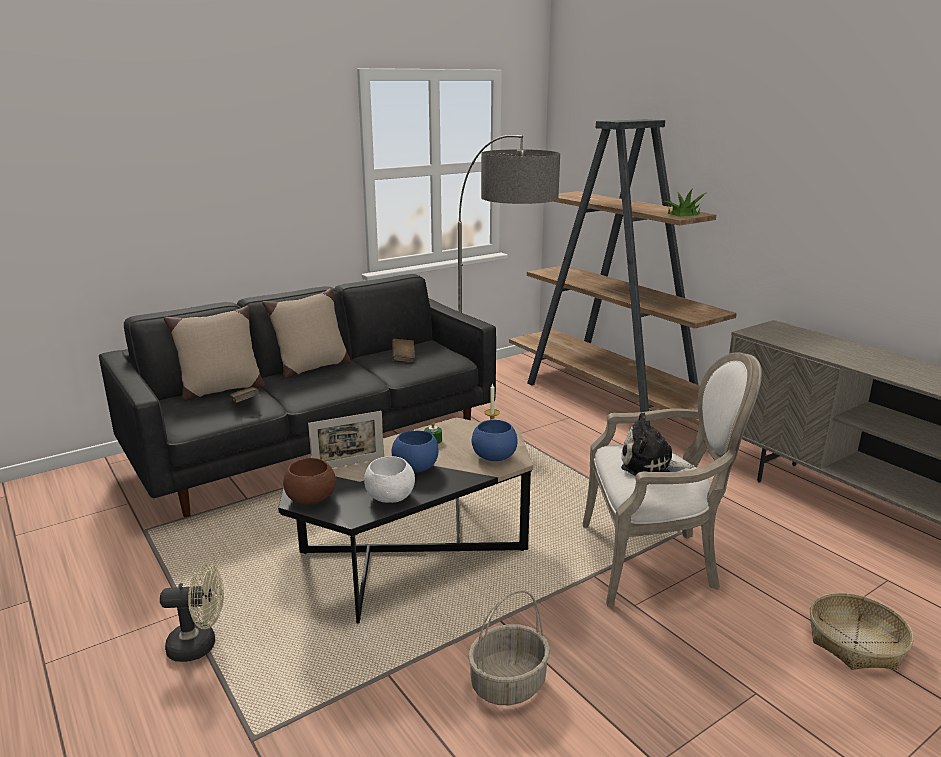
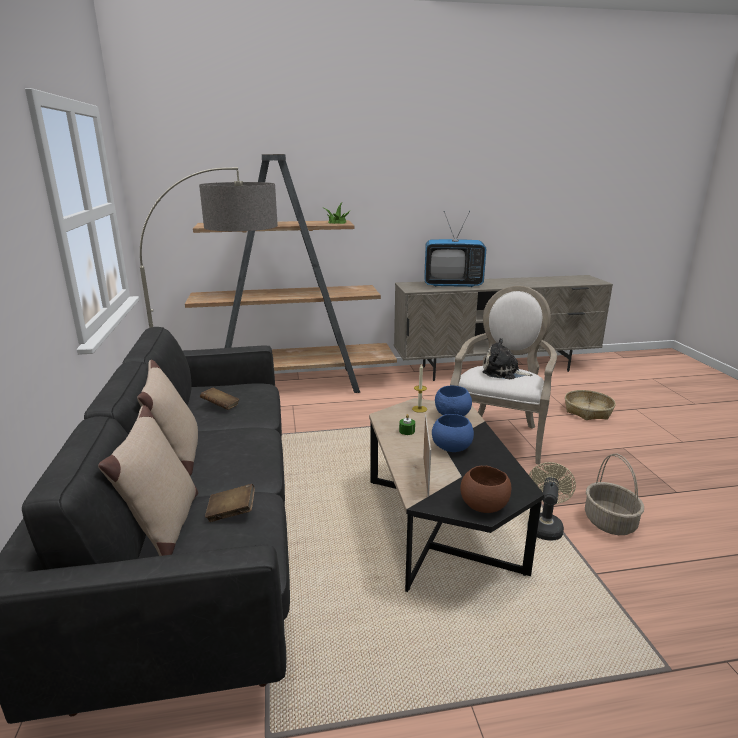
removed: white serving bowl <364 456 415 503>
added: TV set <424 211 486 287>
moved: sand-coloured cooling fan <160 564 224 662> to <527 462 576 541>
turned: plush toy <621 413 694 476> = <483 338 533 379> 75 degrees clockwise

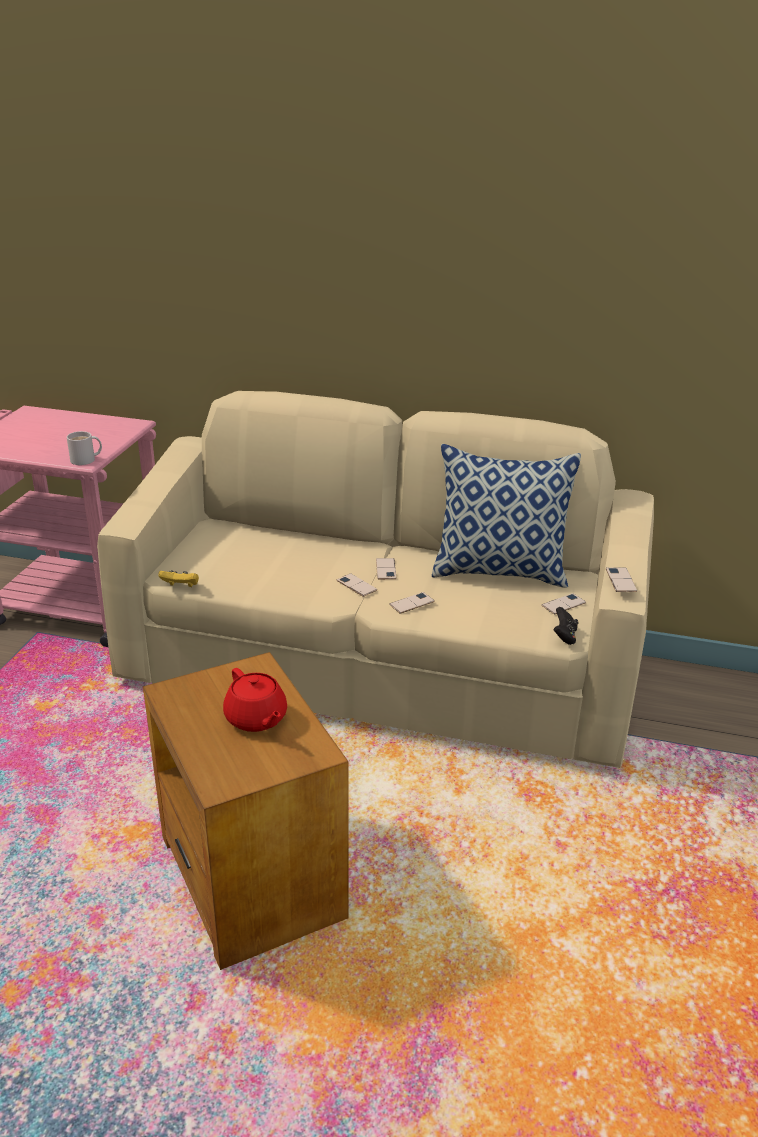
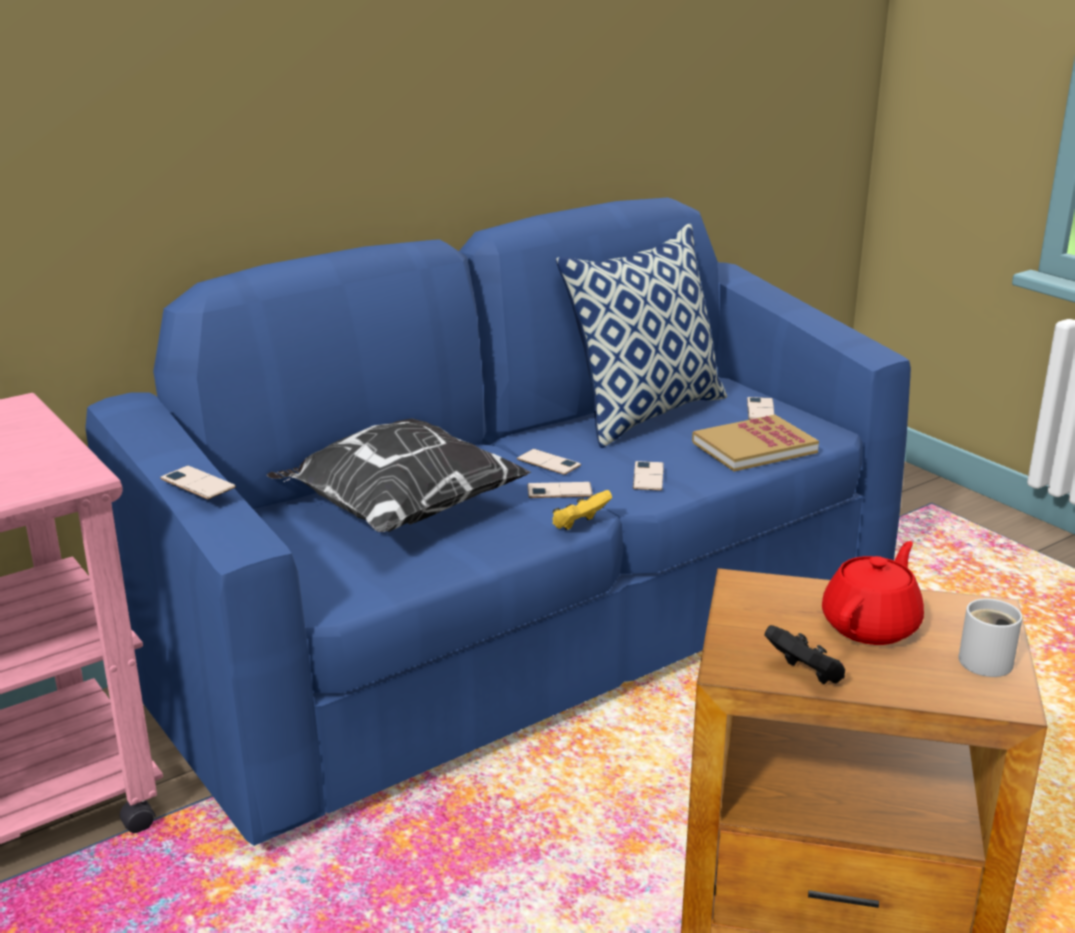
added: cushion <267 419 531 532>; book <692 415 819 472>
moved: white mug <67 431 102 465> to <959 598 1022 677>; yellow-coloured joypad <158 570 199 587> to <553 490 612 530>; blackish joypad <553 607 578 645> to <764 625 845 684>; handset <606 567 637 592> to <160 465 236 499>
recoloured: sand-coloured sofa <97 391 654 768> to blue-coloured sofa <85 198 911 846>
turned: reddish tea pot <223 668 287 732> = <822 541 924 645> 60 degrees counterclockwise

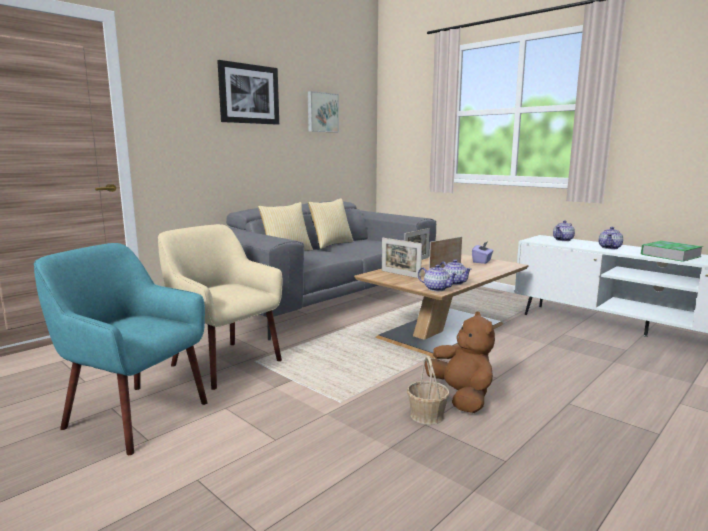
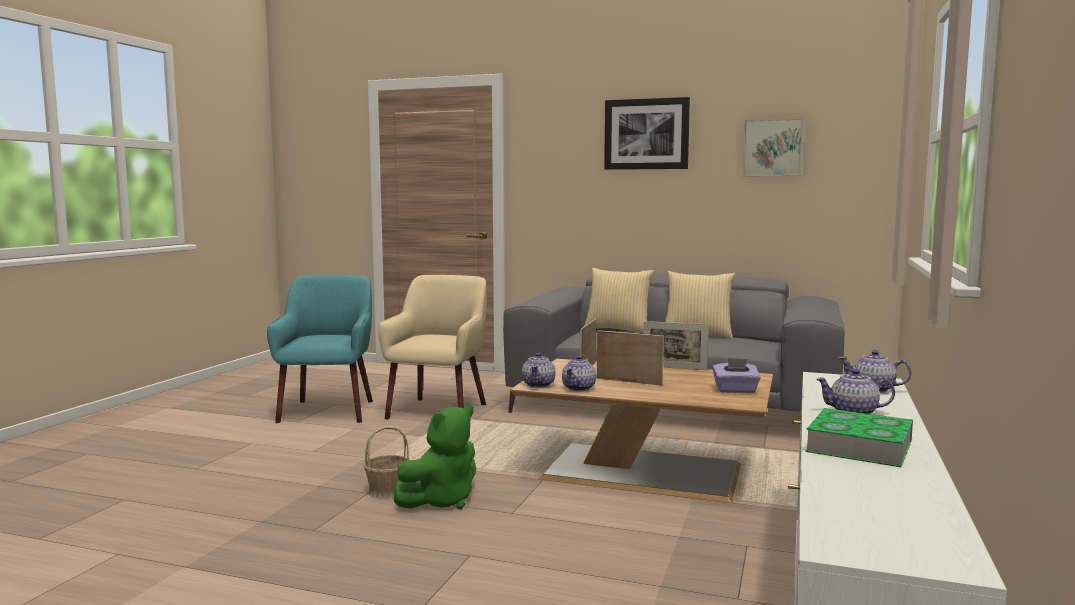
recoloured: brownish plush toy <425 312 495 413> to green-coloured plush toy <394 405 476 509>

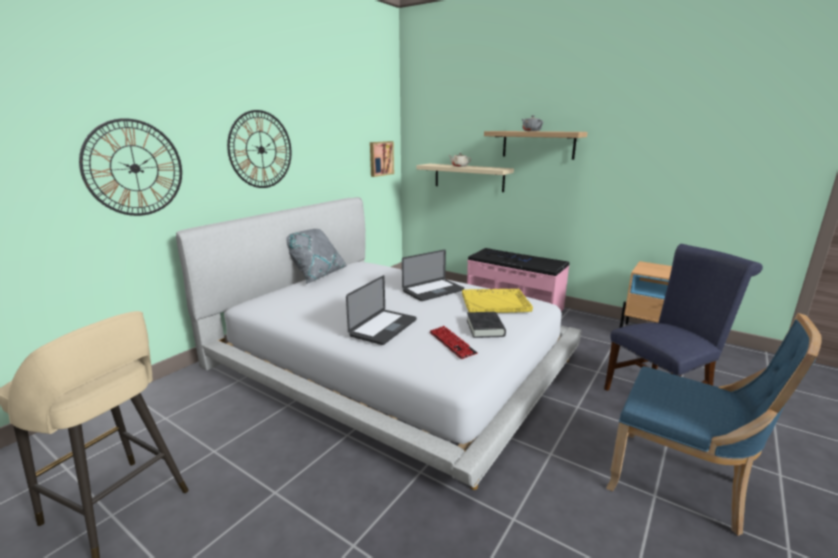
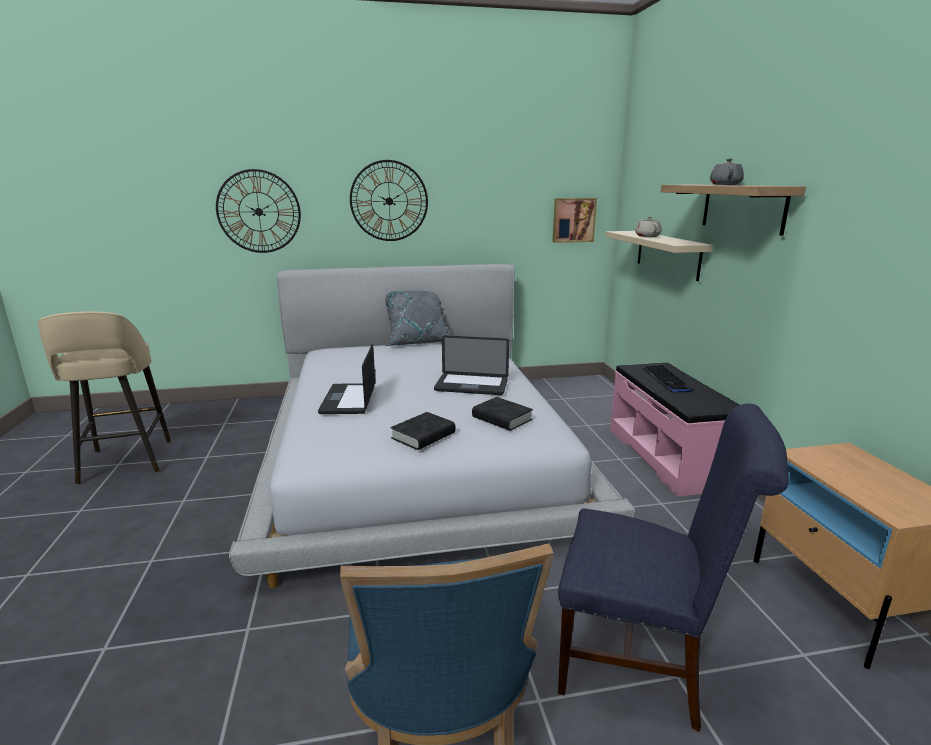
removed: keyboard <429 326 477 359>
replaced: yellow-coloured carrying tray <462 289 533 313> to blackish book <472 397 533 431>
turned: notebook computer <346 275 417 345> = <318 344 375 414> 105 degrees clockwise

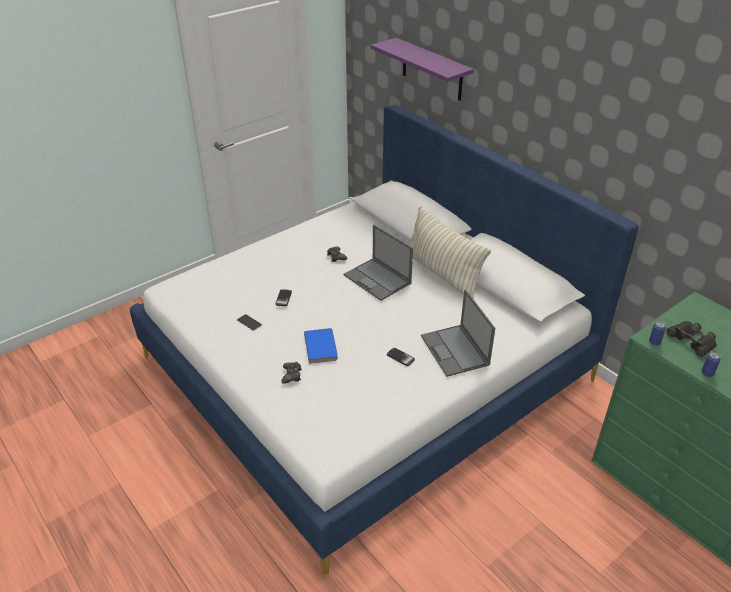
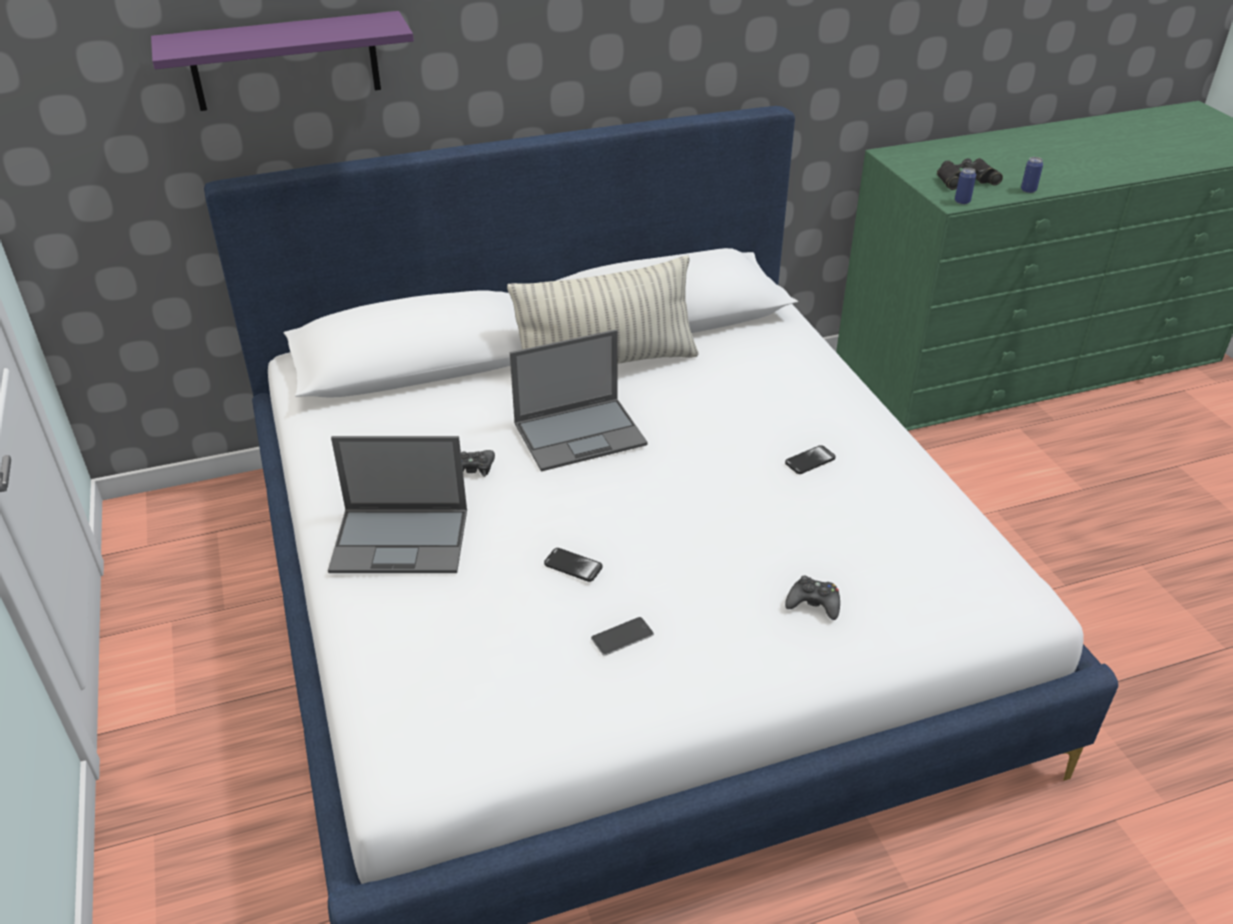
removed: blue-coloured book <304 328 338 364>
moved: notebook computer <421 289 495 377> to <328 436 467 573>

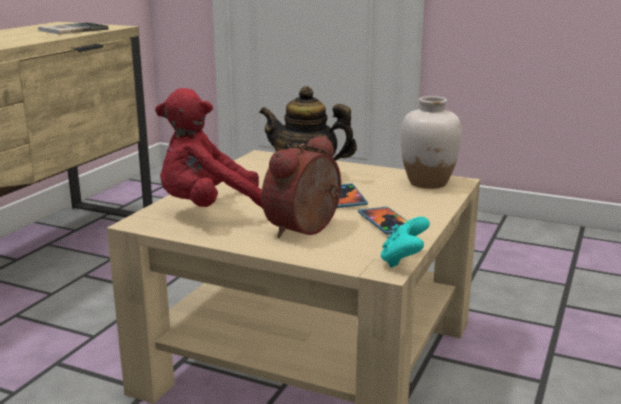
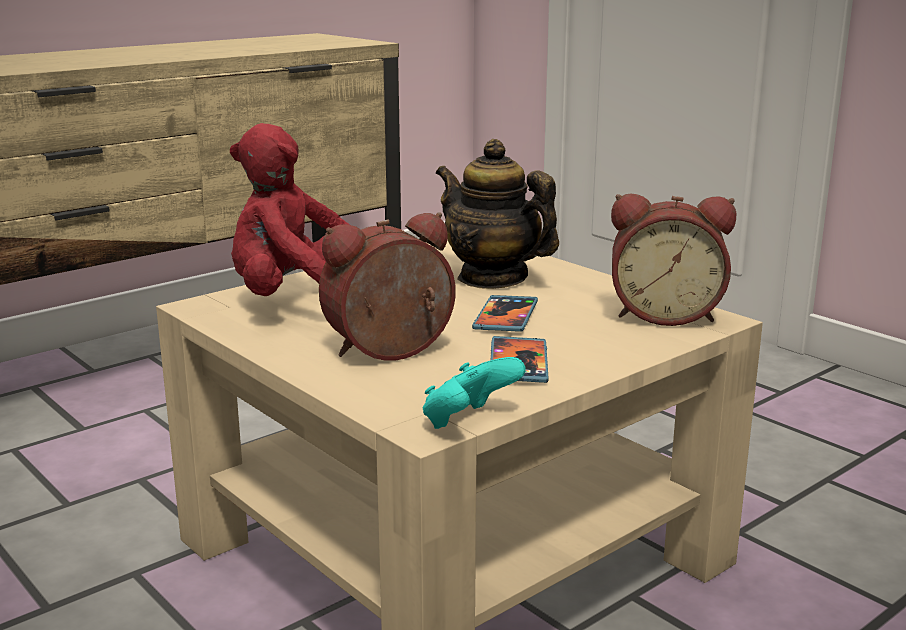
removed: book <38 22 109 34>
replaced: white flower vase <400 96 462 189> to bedside clock <611 193 736 326>

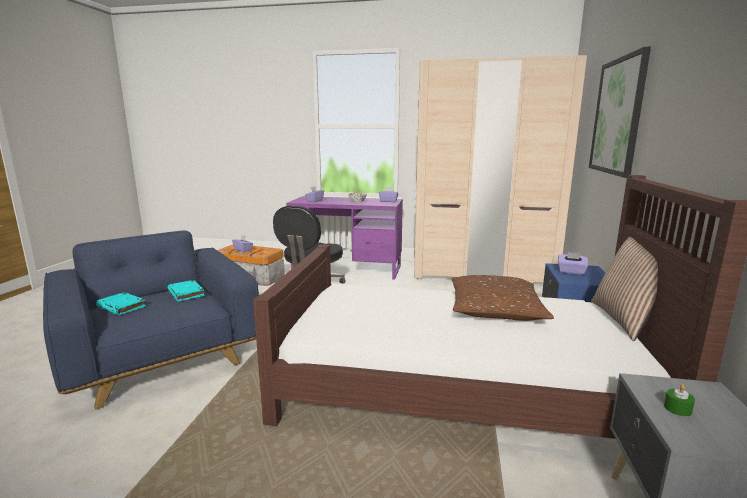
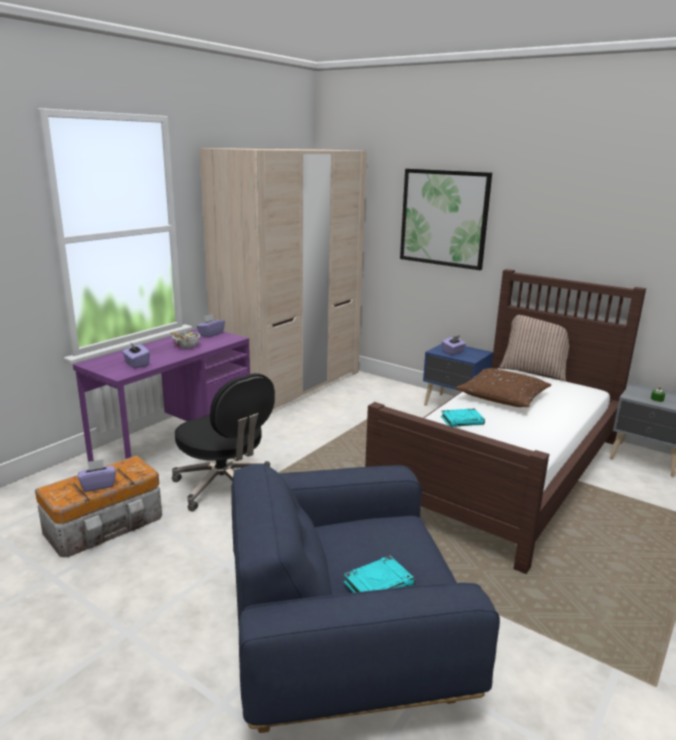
moved: blue-green book <167 280 205 301> to <441 408 485 427>

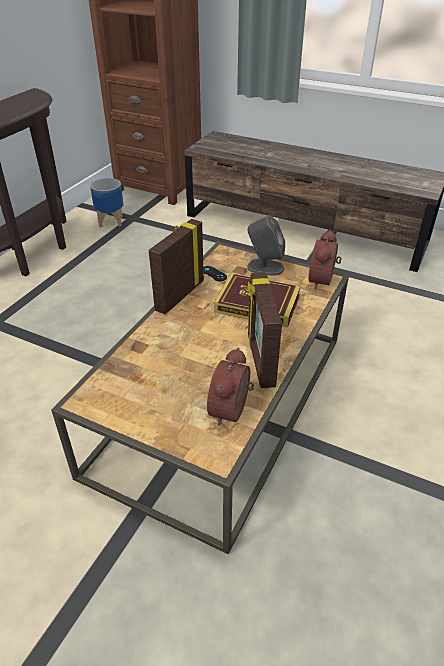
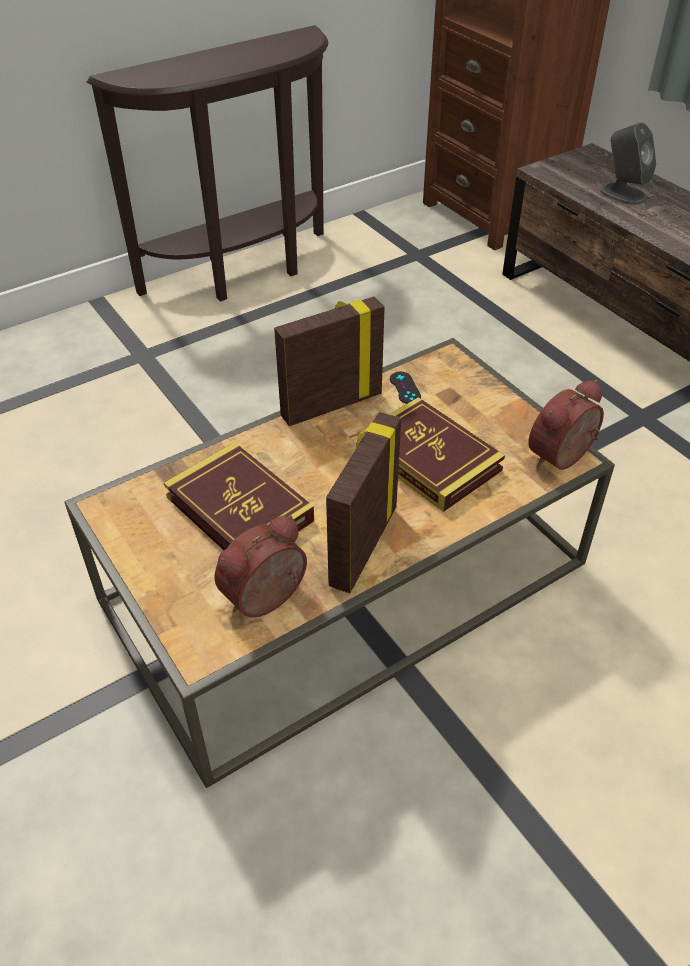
removed: plant pot <90 178 124 227>
added: book <164 442 314 550>
moved: greyish audio speaker <247 215 285 275> to <600 123 656 205>

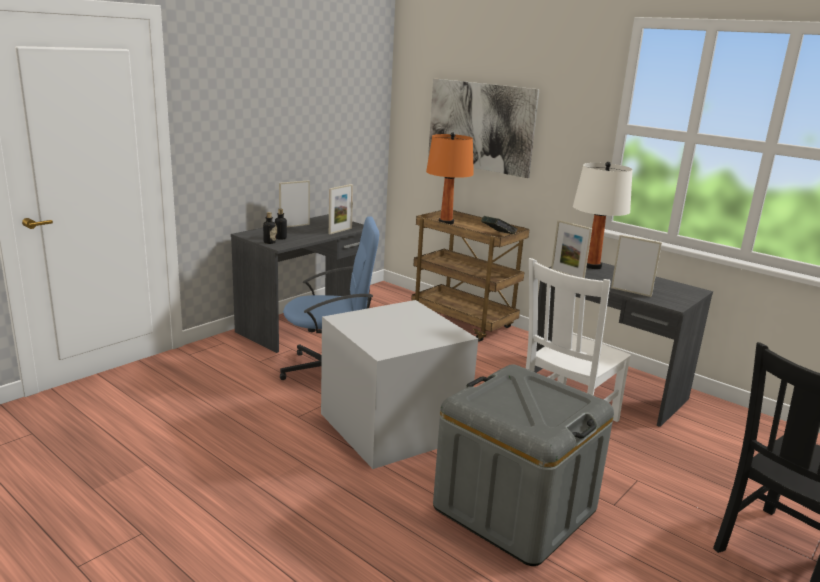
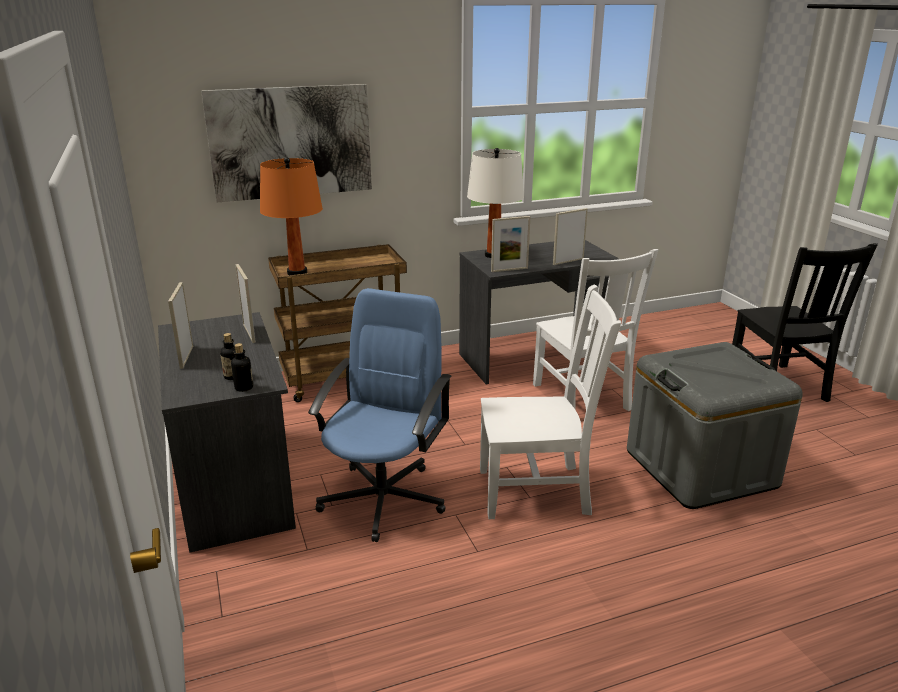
removed: book <481 216 518 234>
replaced: greyish storage bin <321 300 478 469> to white upright chair <480 285 621 519>

